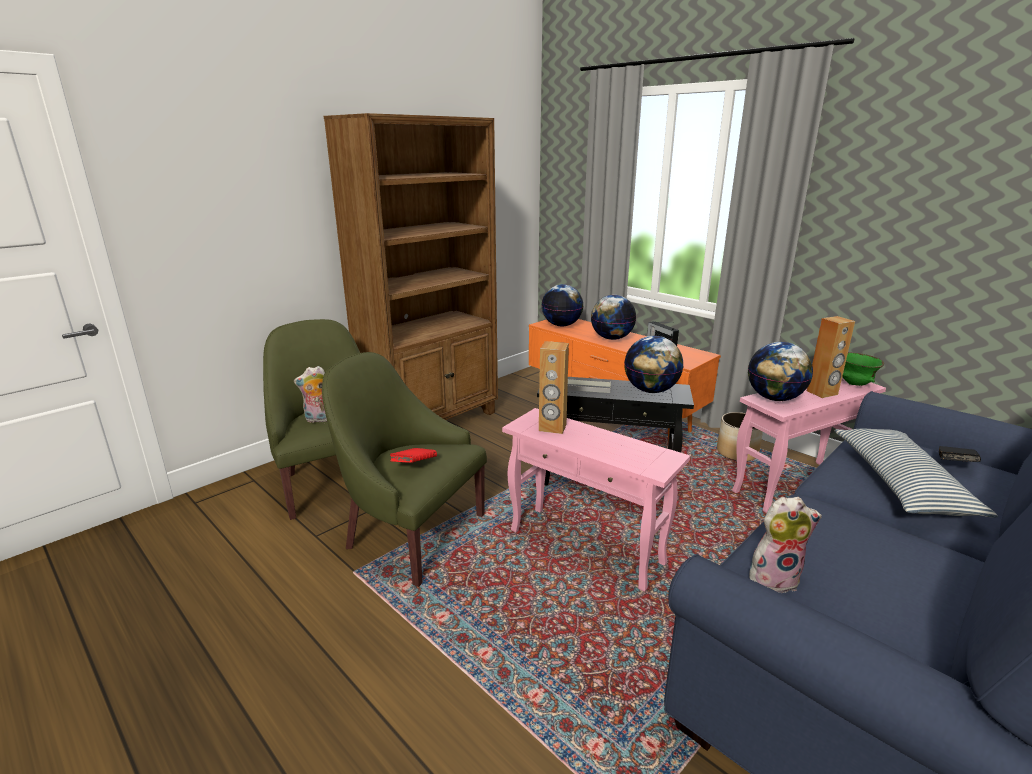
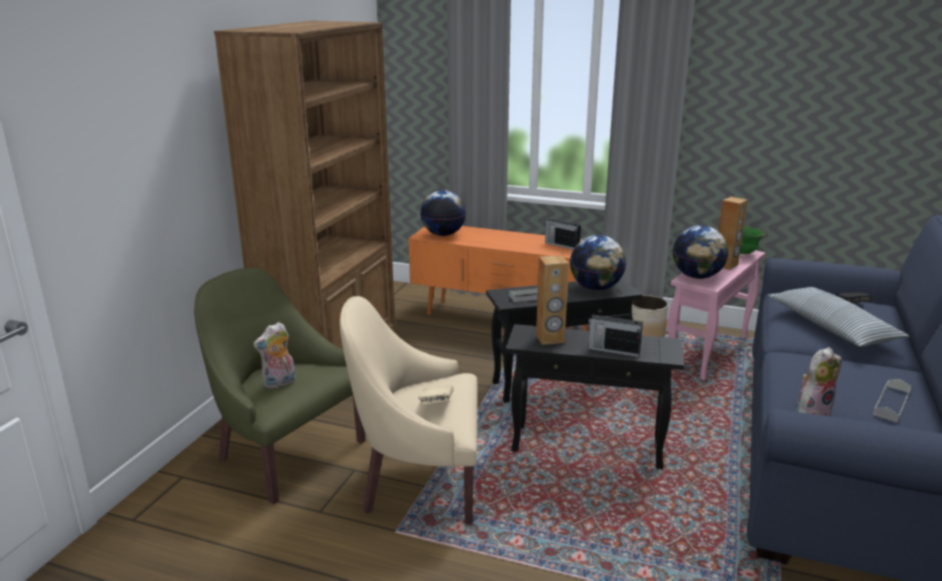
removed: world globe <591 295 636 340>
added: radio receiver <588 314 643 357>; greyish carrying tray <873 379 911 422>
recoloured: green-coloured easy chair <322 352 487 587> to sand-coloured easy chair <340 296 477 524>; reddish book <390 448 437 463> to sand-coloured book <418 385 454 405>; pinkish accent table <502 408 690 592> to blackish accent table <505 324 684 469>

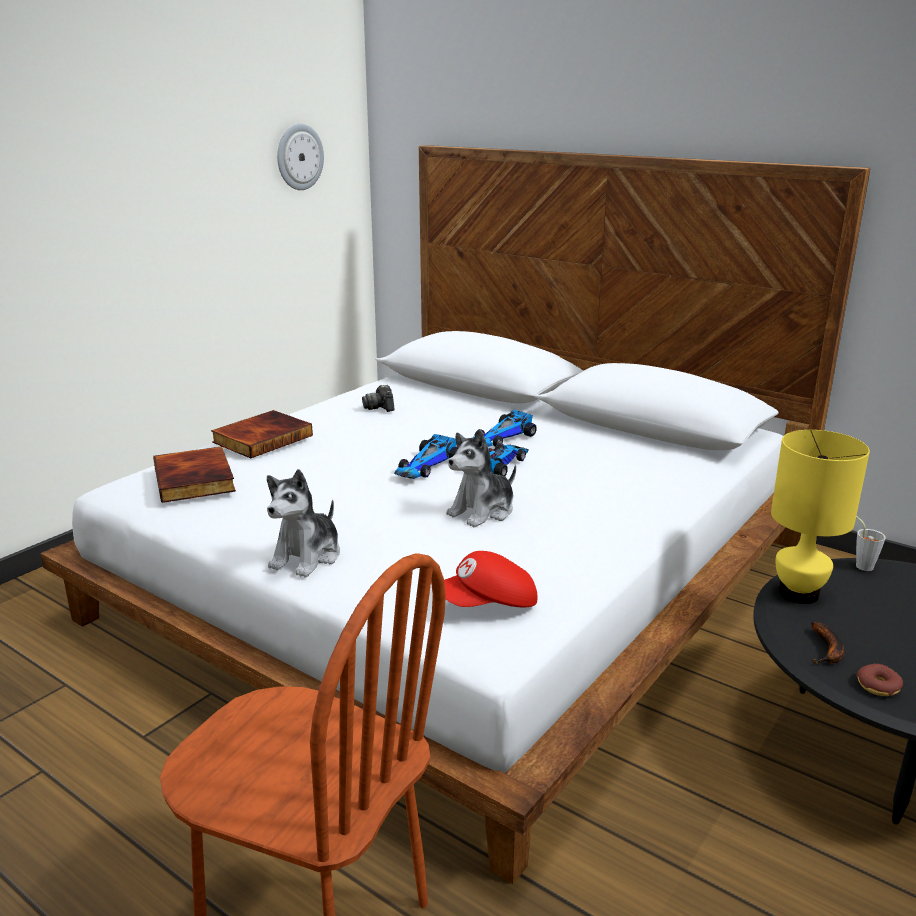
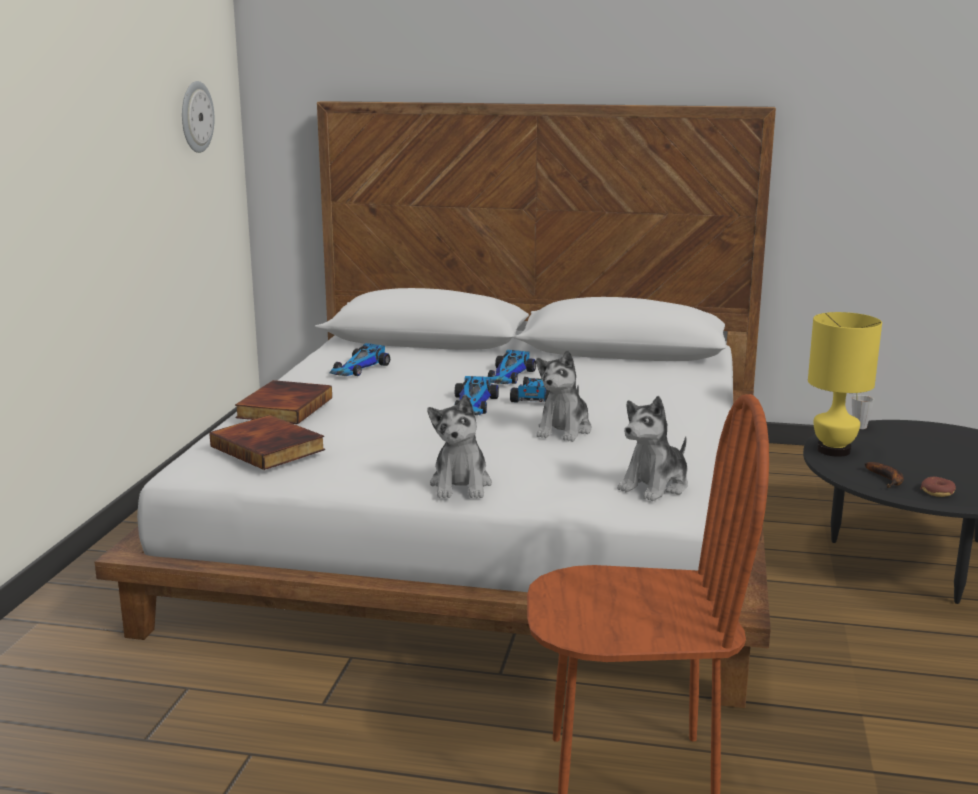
replaced: still camera <362 385 394 412> to miniature car <330 343 390 376>; reddish peaked cap <444 551 538 608> to plush toy <617 396 688 501>

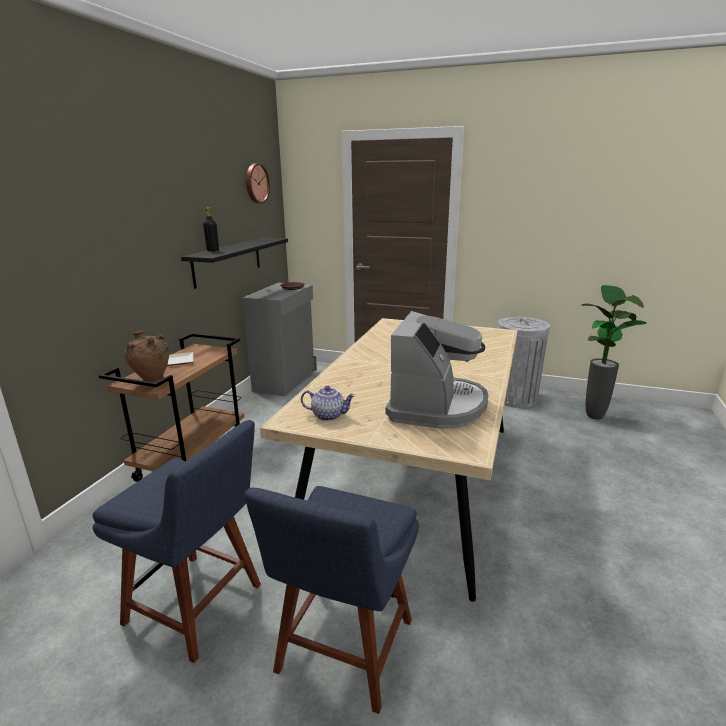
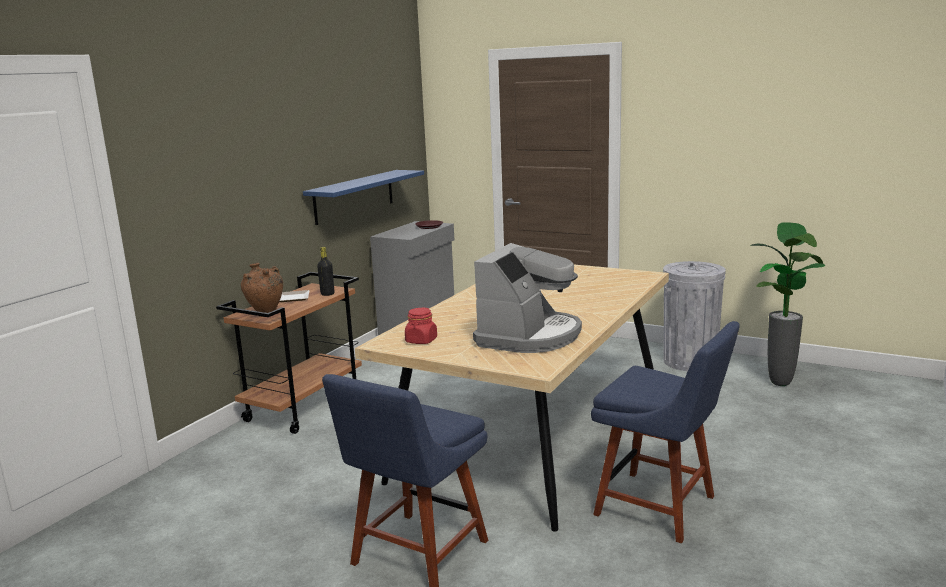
removed: hanging clock <246 163 270 204>
moved: blue-coloured upright chair <93 420 261 663> to <591 321 740 543>; blackish bottle <203 207 219 251> to <317 247 334 296>
replaced: tea pot <301 386 355 421> to reddish preserve jar <405 307 437 344>
recoloured: blackish shelf <181 238 288 289> to blue-coloured shelf <303 170 424 225>

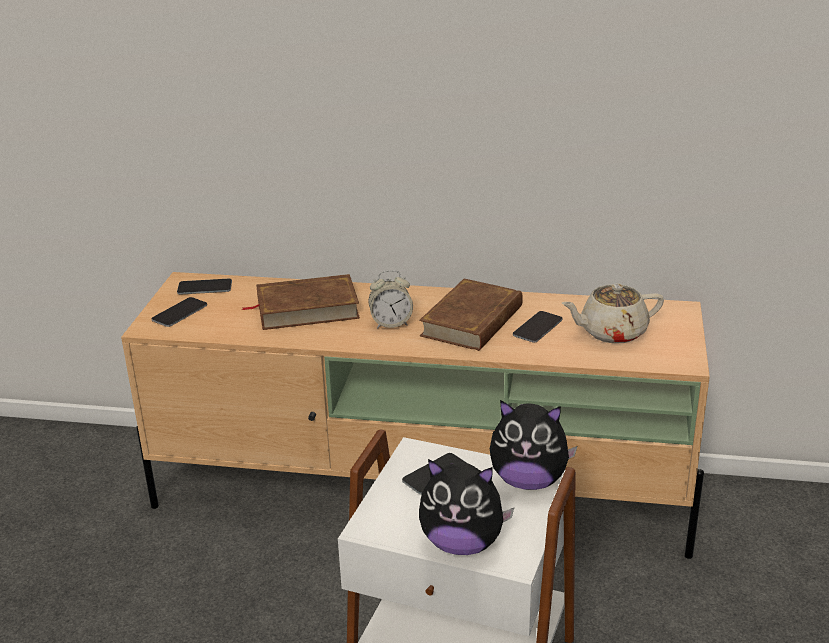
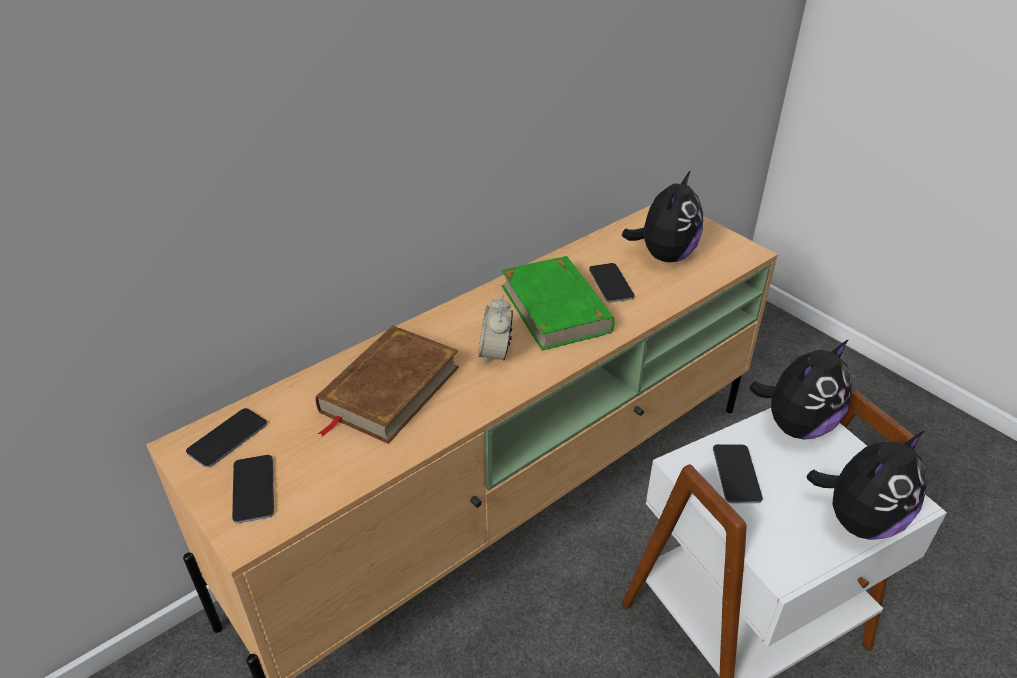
replaced: sand-coloured tea pot <561 283 664 344> to plush toy <622 170 703 262>
recoloured: brownish book <419 279 523 351> to green-coloured book <501 256 615 350>
turned: bedside clock <369 270 413 329> = <478 295 513 365> 150 degrees clockwise

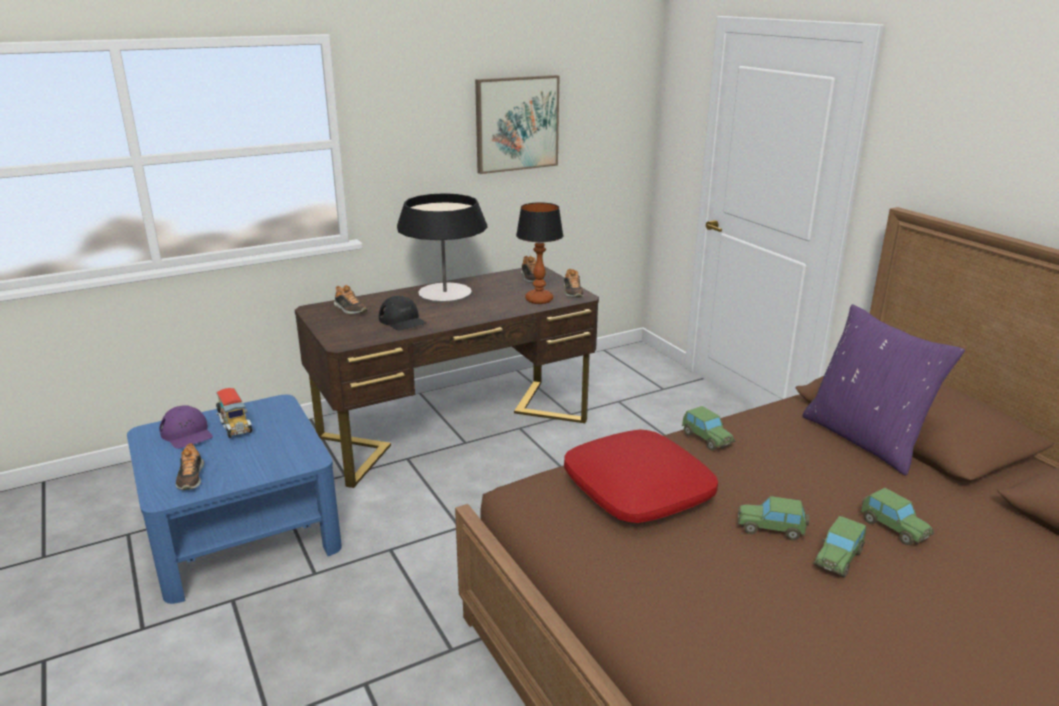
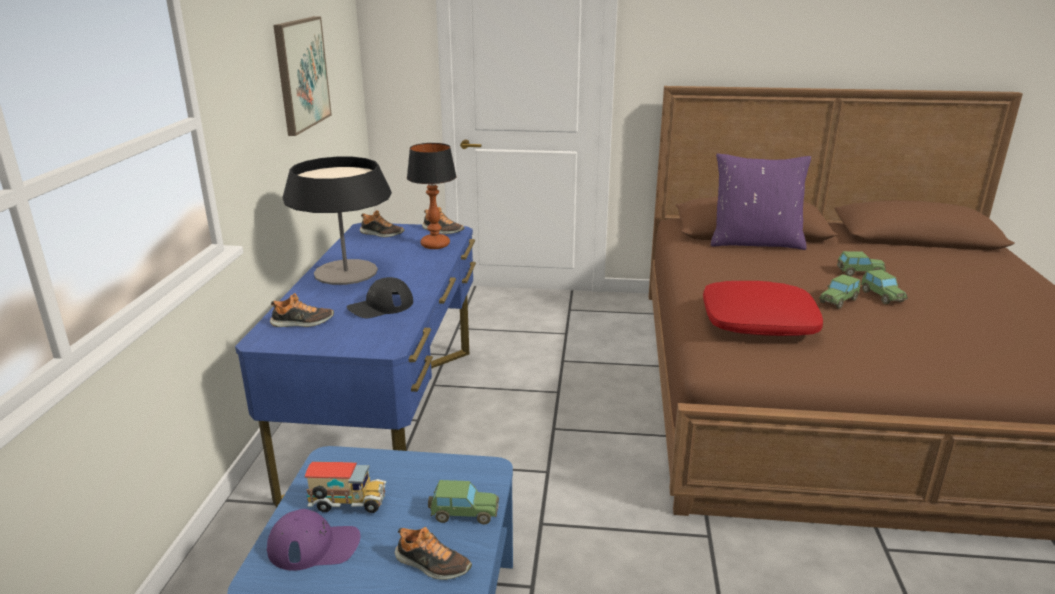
moved: miniature car <682 406 736 451> to <428 480 499 524>
recoloured: brownish desk <295 266 599 488> to blue-coloured desk <235 223 476 507>
turned: blackish peaked cap <379 296 426 330> = <347 277 413 318> 150 degrees clockwise

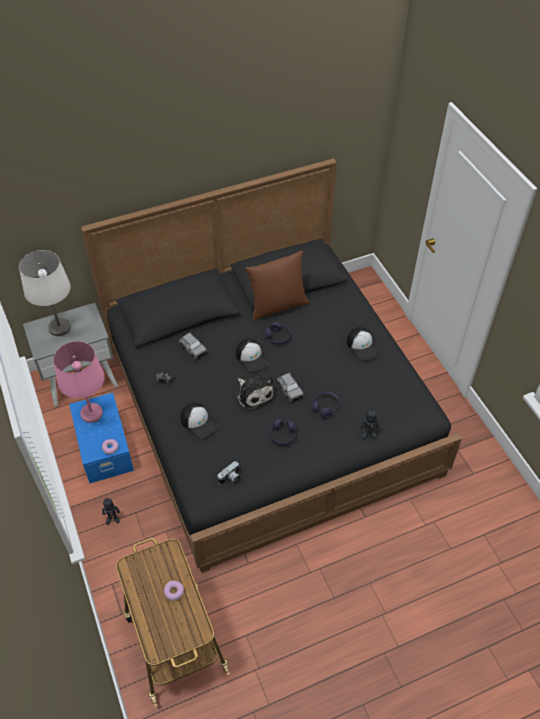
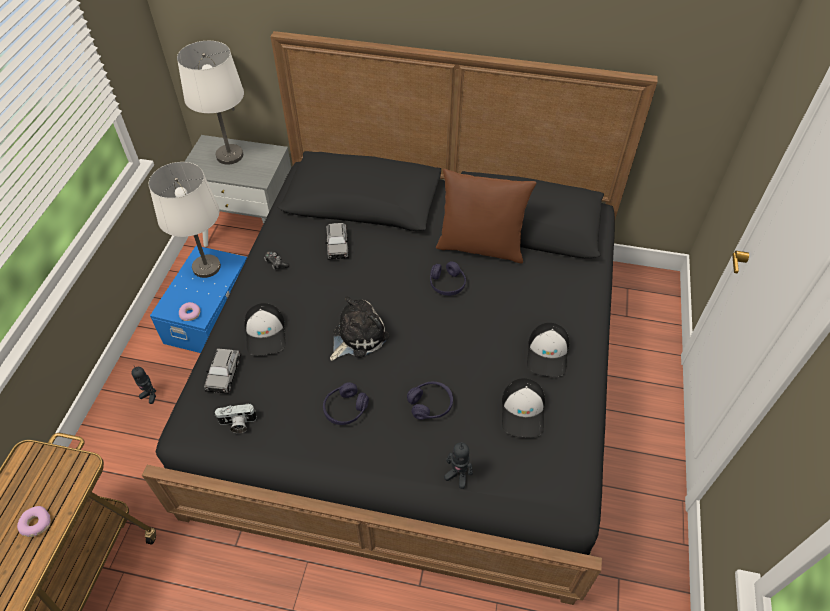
moved: peaked cap <236 339 268 372> to <502 378 545 438>; greyish miniature car <276 373 304 403> to <204 348 241 394>
recoloured: pinkish table lamp <53 341 105 423> to white table lamp <149 162 221 278>
turned: plush toy <236 376 274 411> = <330 296 389 361> 135 degrees counterclockwise

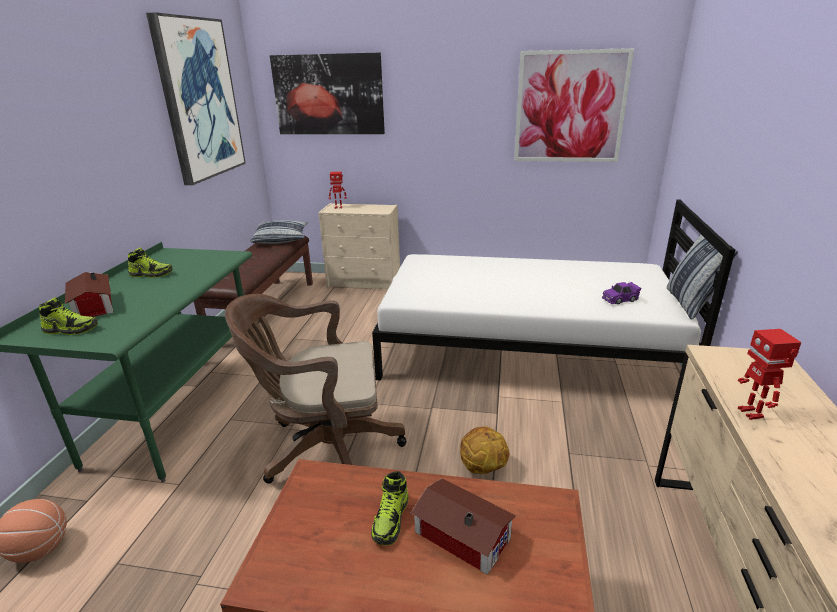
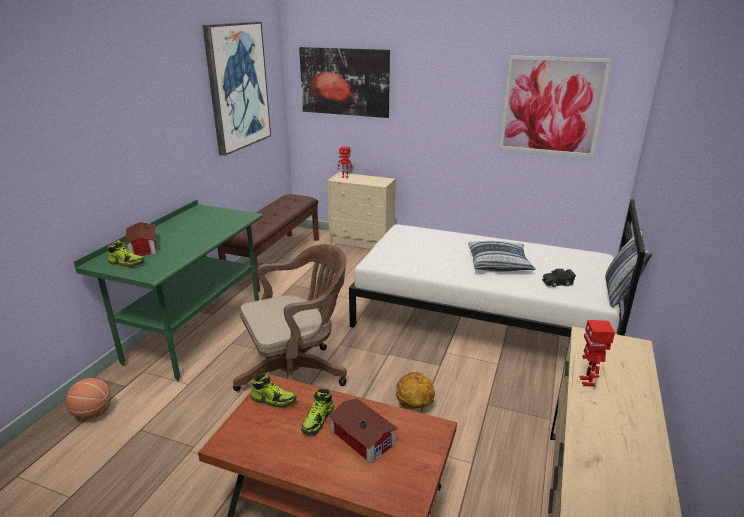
moved: shoe <128 247 173 278> to <251 373 297 408>; cushion <250 220 308 244> to <468 241 536 272>
recoloured: purple miniature car <602 282 642 304> to blackish miniature car <542 269 576 287>
turned: brownish computer chair <225 294 407 484> = <233 244 347 391> 150 degrees clockwise

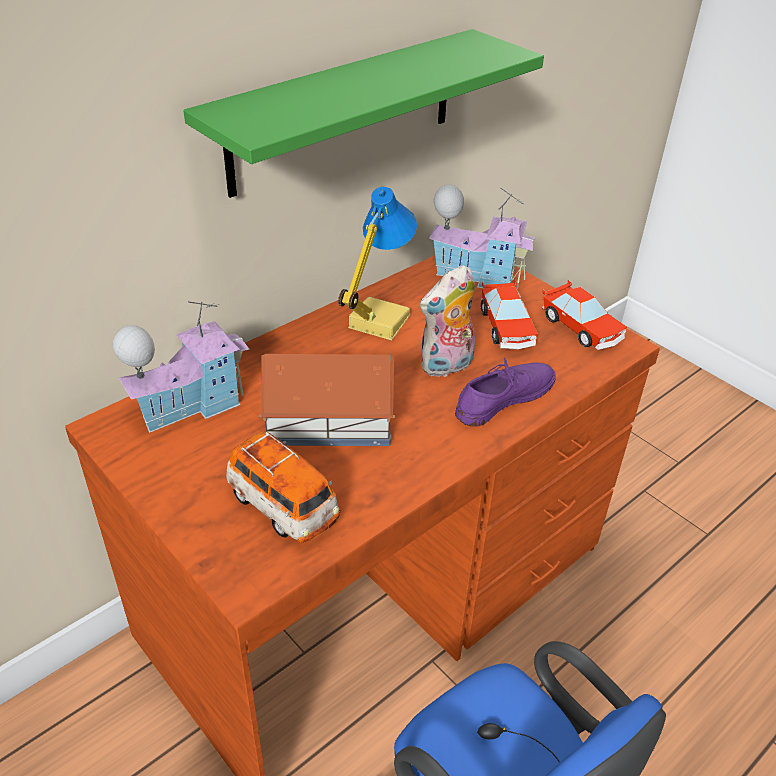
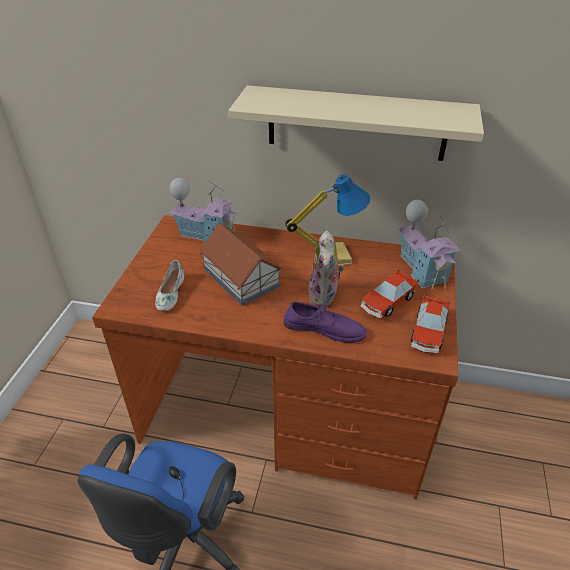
replaced: miniature car <226 431 340 543> to white shoe <155 260 184 311>
recoloured: green-coloured shelf <183 29 544 198> to sand-coloured shelf <228 85 484 161>
turned: plush toy <420 265 479 377> = <308 231 344 307> 105 degrees counterclockwise

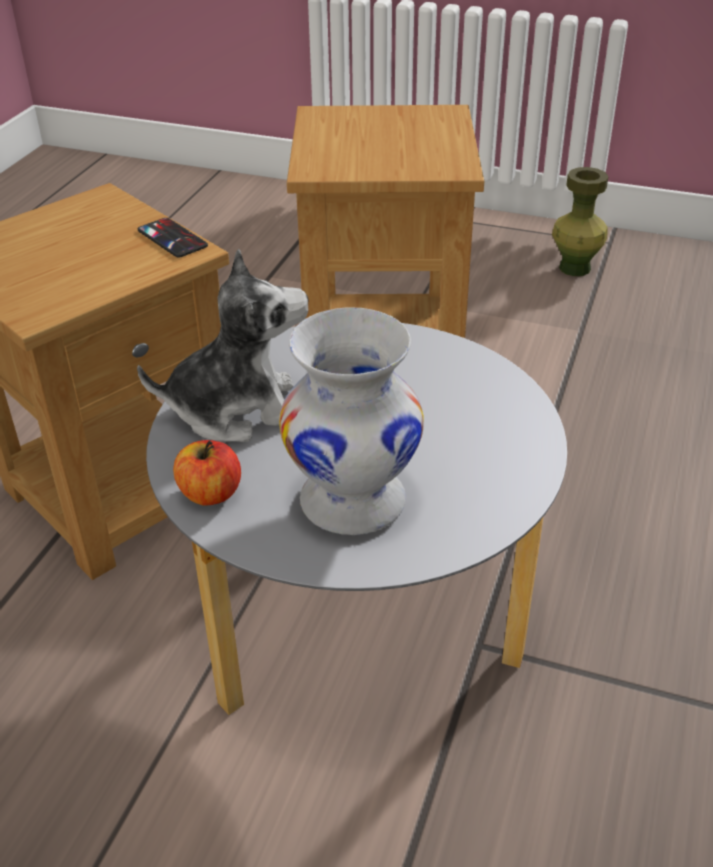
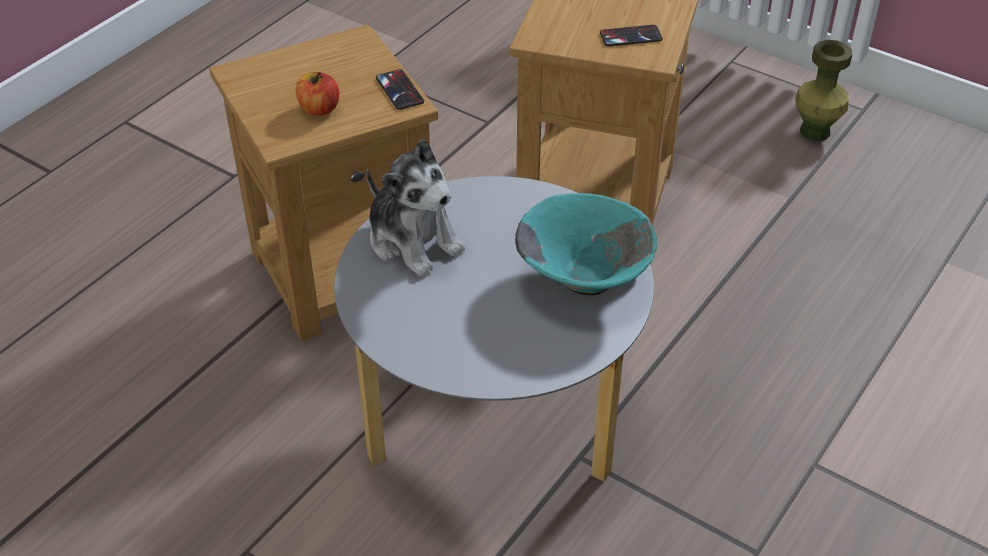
removed: white flower vase <279 308 424 535>
added: blue-green serving bowl <515 193 657 295>; handset <600 25 663 47>
moved: whole apple <173 440 241 506> to <296 72 339 115>
turned: plush toy <137 249 309 442> = <366 139 465 277> 45 degrees clockwise

